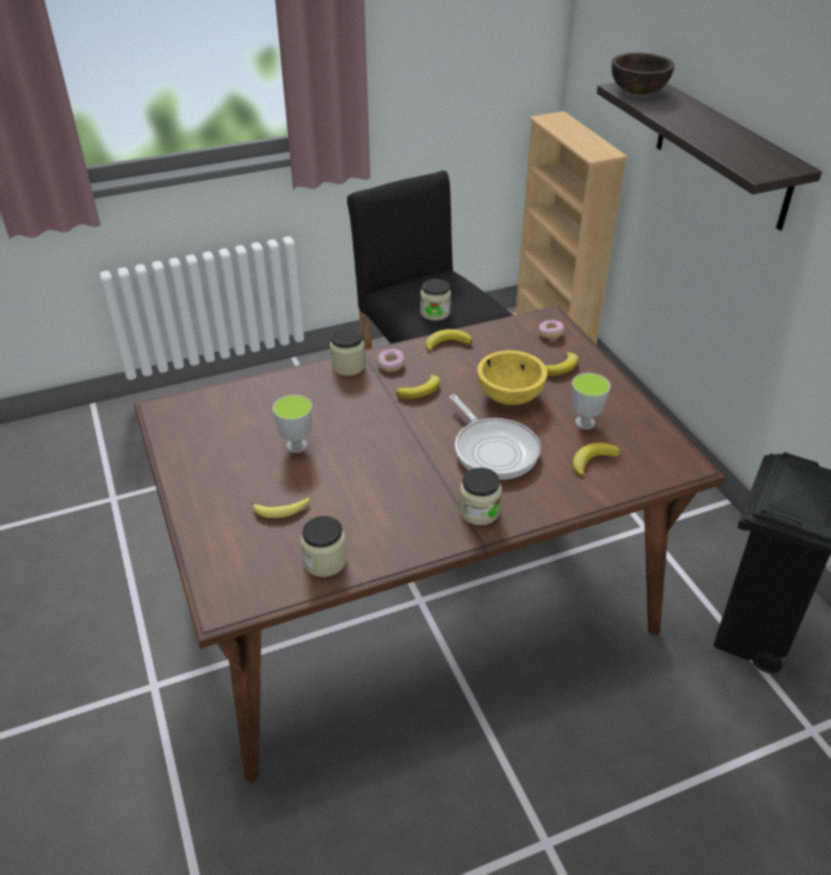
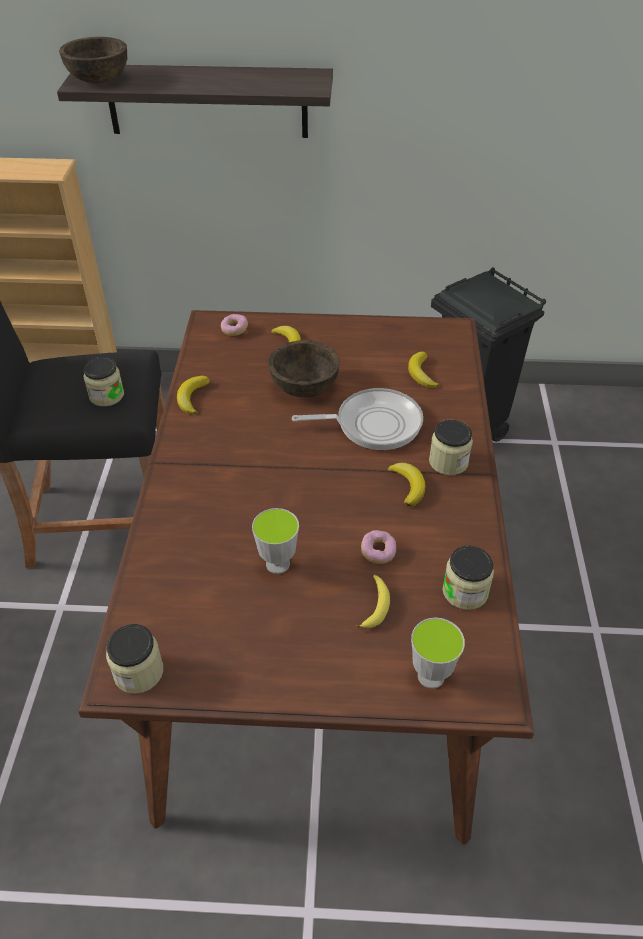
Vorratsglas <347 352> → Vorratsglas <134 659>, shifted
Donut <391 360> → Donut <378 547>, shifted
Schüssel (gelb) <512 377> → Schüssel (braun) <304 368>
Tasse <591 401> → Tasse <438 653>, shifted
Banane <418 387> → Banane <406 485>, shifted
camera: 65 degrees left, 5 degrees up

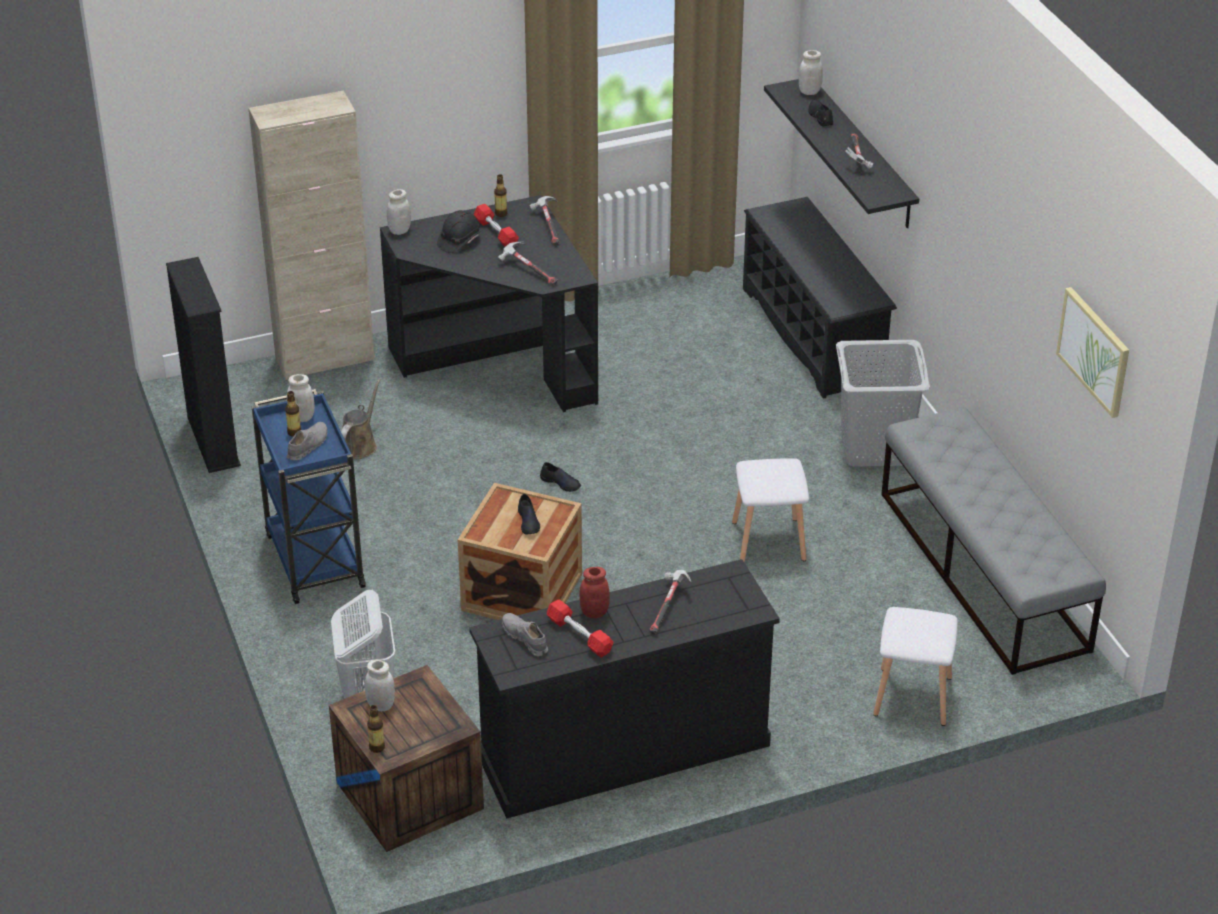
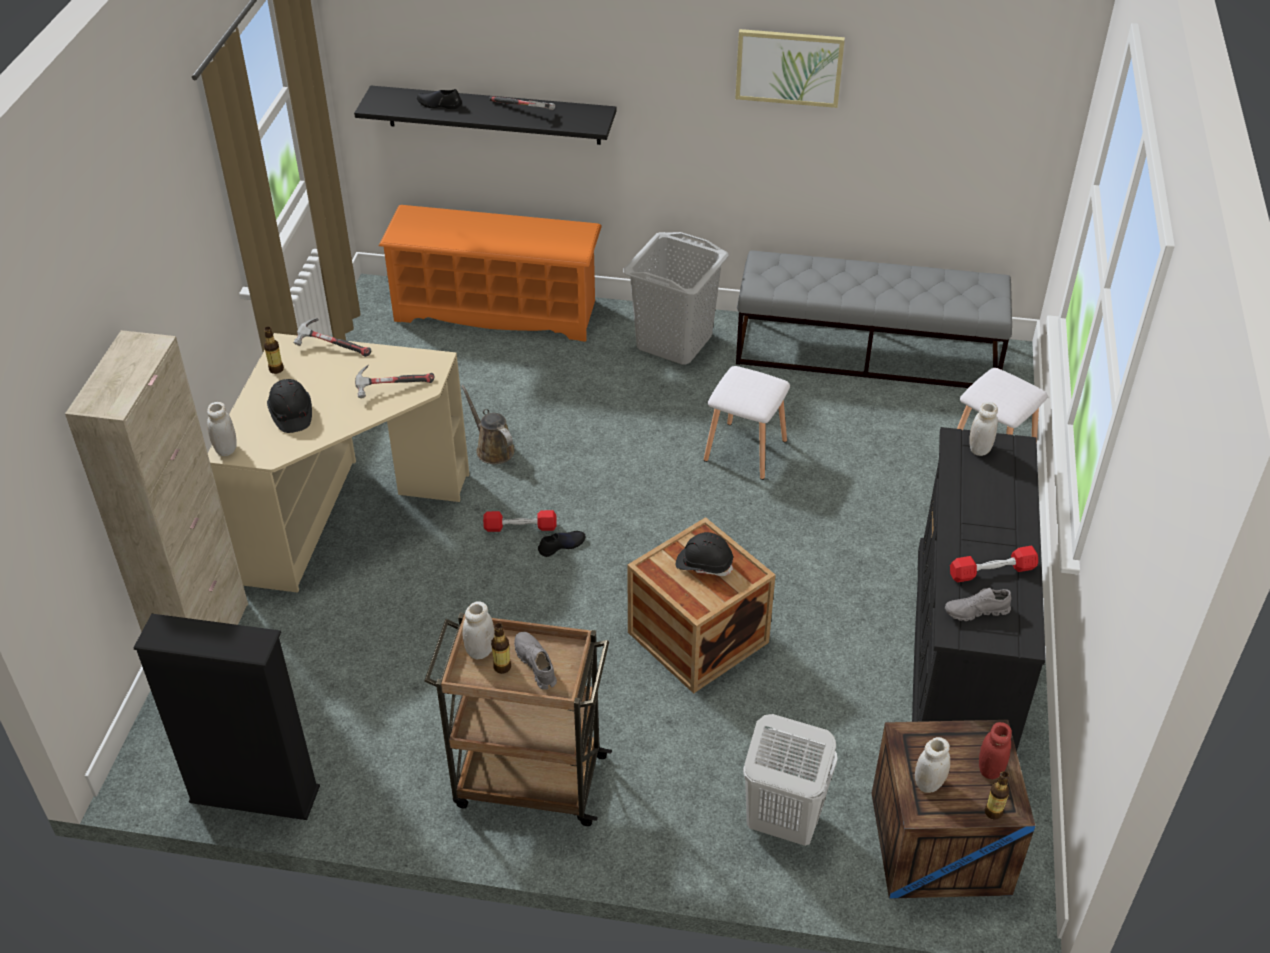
Vorratsglas (weiß) <811 72> → Vorratsglas (weiß) <983 429>, shifted
Schreibtisch (schwarz) <489 303> → Schreibtisch (beige) <339 463>
Schuhregal (schwarz) <820 298> → Schuhregal (orange) <490 273>
Hantel (rot) <496 225> → Hantel (rot) <520 521>, shifted
Bild <1092 352> → Bild <790 68>, shifted
Gießkanne (braun) <361 419> → Gießkanne (braun) <487 424>, shifted
Rollwagen (blau) <309 496> → Rollwagen (braun) <518 719>
Schuh (schwarz) <529 514> → Schutzhelm (schwarz) <704 554>
Vorratsglas (rot) <595 592> → Vorratsglas (rot) <995 750>, shifted
Hammer <670 602> → -
camera: 60 degrees left, 5 degrees up

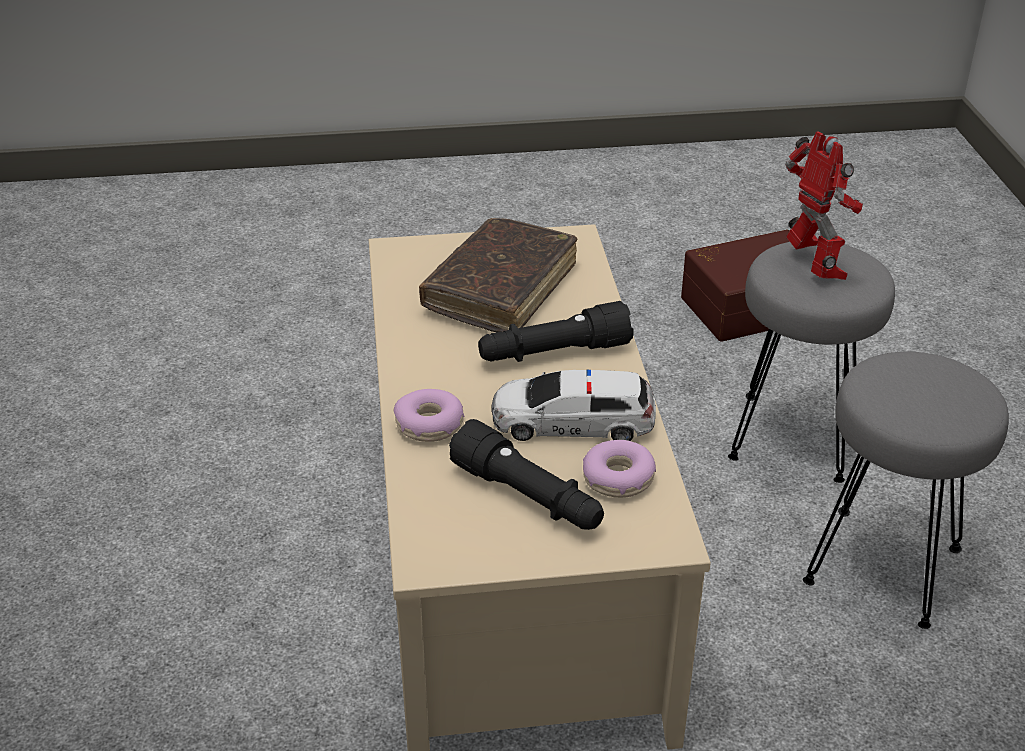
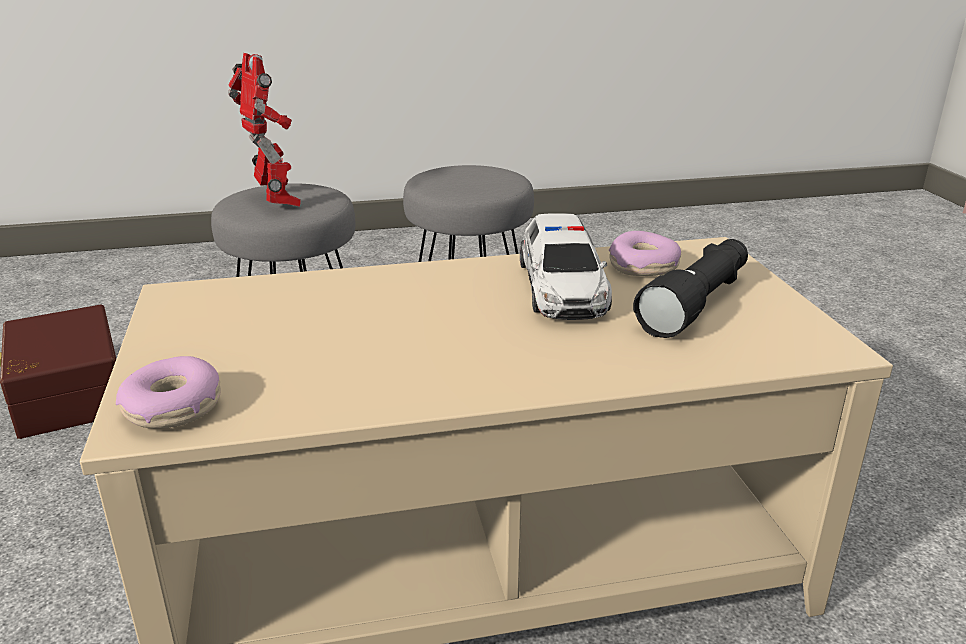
Spielzeugroboter <824 205> → Spielzeugroboter <264 130>, 90 degrees clockwise
Buch (braun) <498 275> → -
Taschenlampe (schwarz) <556 331> → -
Donut <429 415> → Donut <168 392>, shifted
camera: 95 degrees left, 10 degrees down

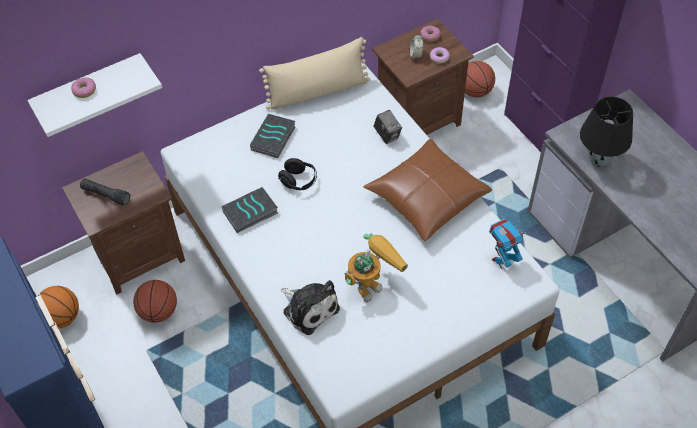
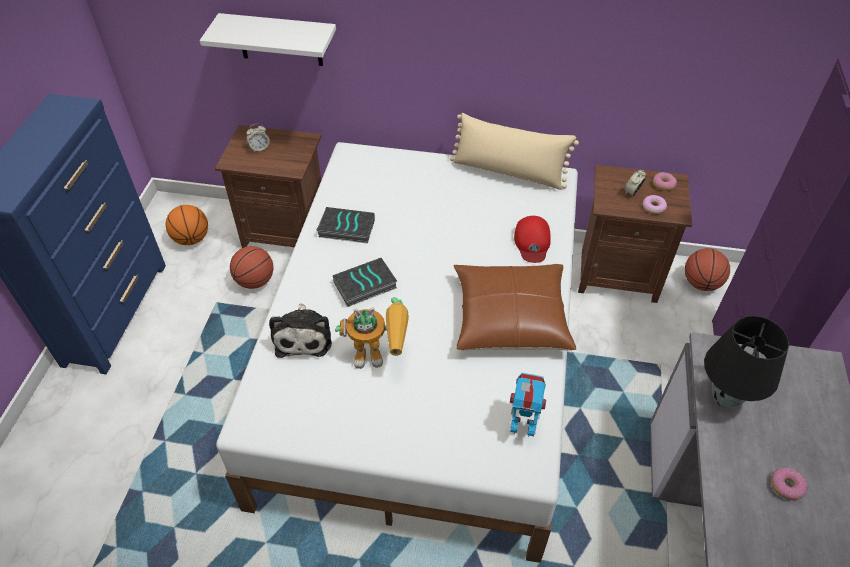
Donut <83 88> → Donut <789 483>, shifted
Kamera <388 127> → Kappe (rot) <532 239>
Buch <272 136> → Buch <365 282>, shifted
Kopfhörer (schwarz) <297 174> → -
Taschenlampe (schwarz) <105 192> → Wecker <258 138>
camera: 40 degrees right, 5 degrees down

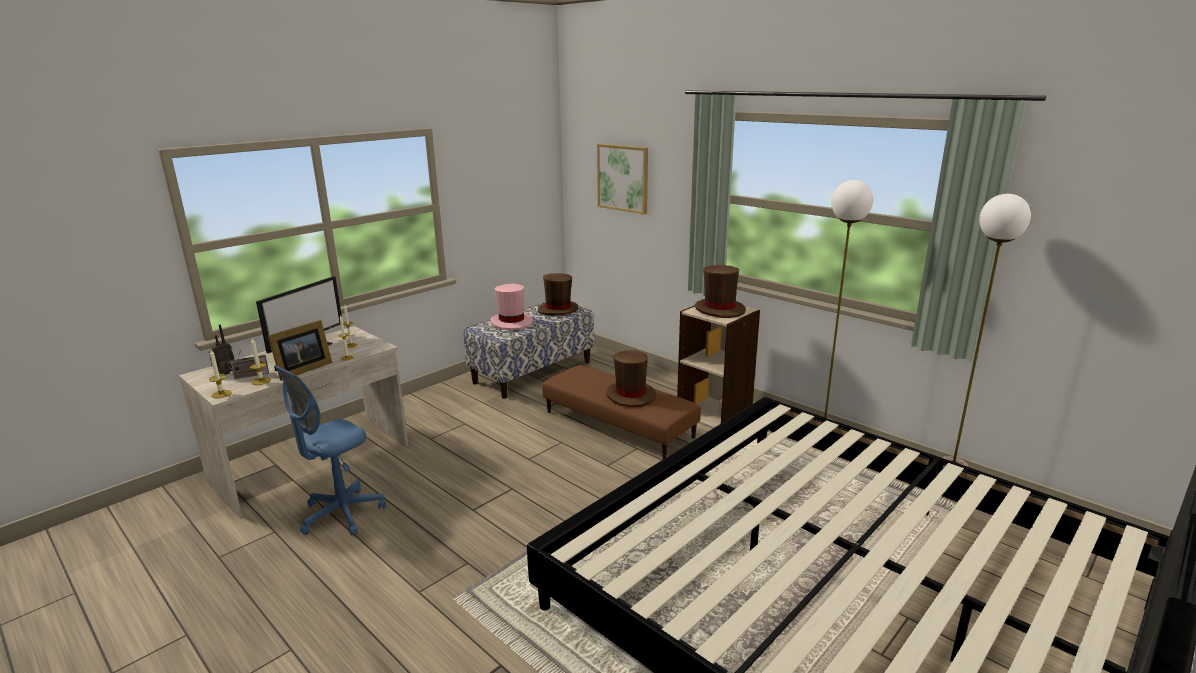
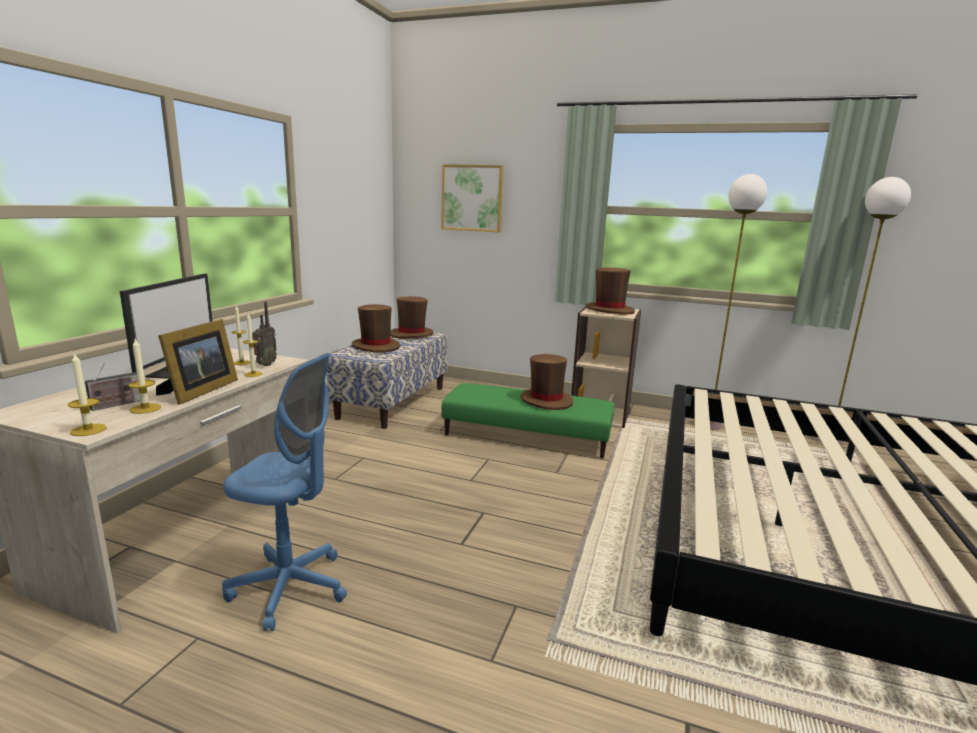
Hut (rosa) <511 307> → Hut (braun) <376 328>
Radio <221 349> → Radio <264 334>, shifted
Bürostuhl (blau) <330 450> → Bürostuhl (blau) <284 492>, 90 degrees counterclockwise
Polsterhocker (braun) <621 412> → Polsterhocker (grün) <527 421>
camera: 25 degrees left, 5 degrees down

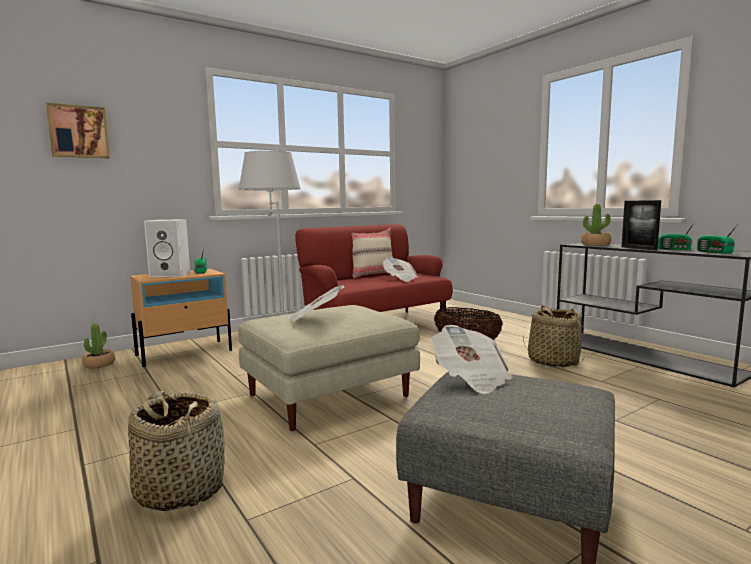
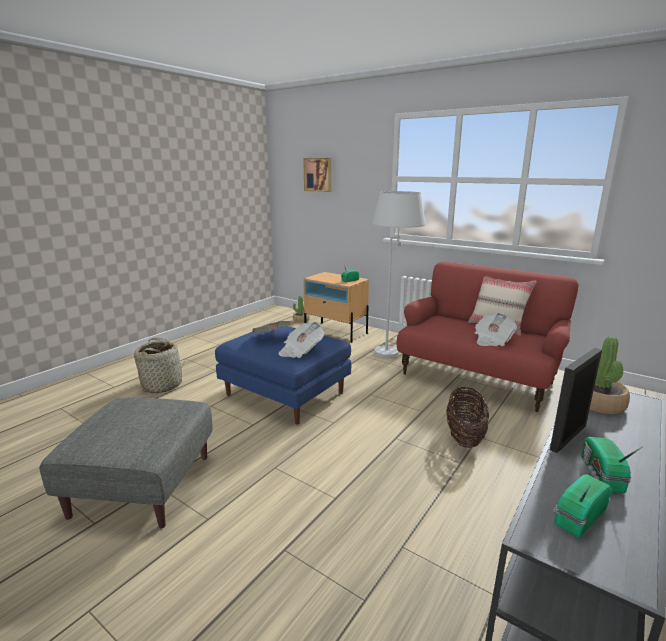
Lautsprecher (weiß) <167 248> → -
Polsterhocker (beige) <329 368> → Polsterhocker (blau) <283 375>
Korb <553 336> → -
Zeitung <472 359> → Zeitung <301 340>, shifted
camera: 70 degrees right, 10 degrees up

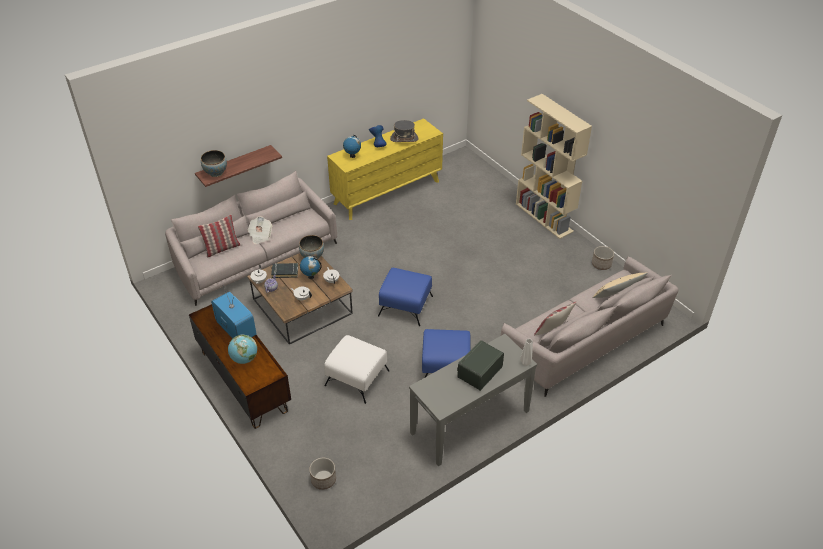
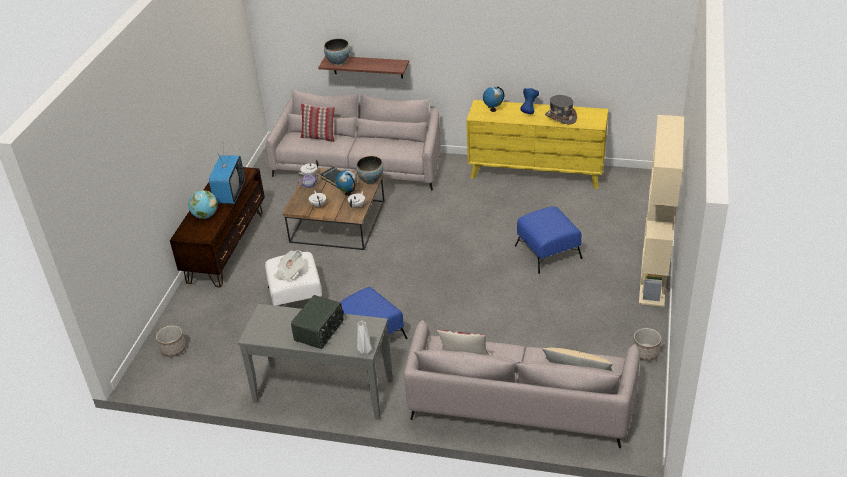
Zeitung <259 230> → Zeitung <289 266>, shifted
Polsterhocker (blau) <405 297> → Polsterhocker (blau) <548 240>, shifted
Radio <480 365> → Radio <317 322>, 120 degrees clockwise
camera: 50 degrees right, 5 degrees down

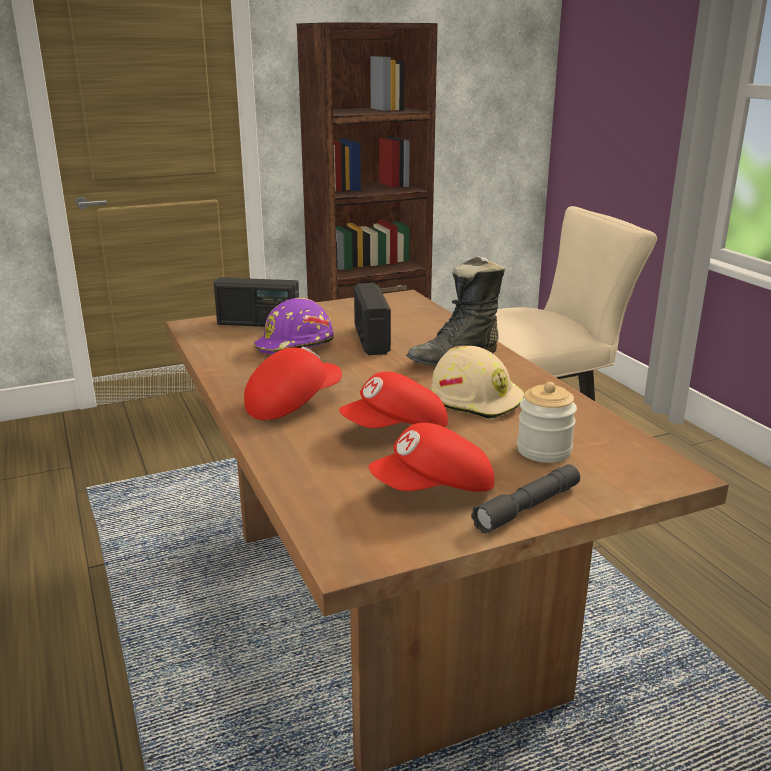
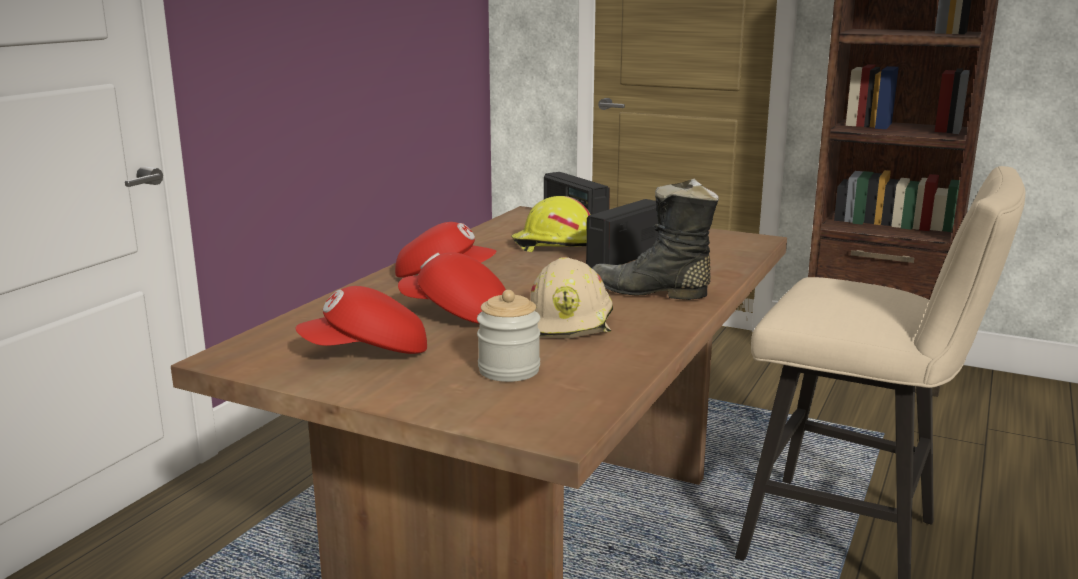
Schutzhelm (lila) <294 326> → Schutzhelm (gelb) <550 224>
Kappe (rot) <431 457> → Kappe (rot) <361 320>, 45 degrees counterclockwise
Taschenlampe (grau) <525 498> → -
camera: 50 degrees right, 5 degrees down

